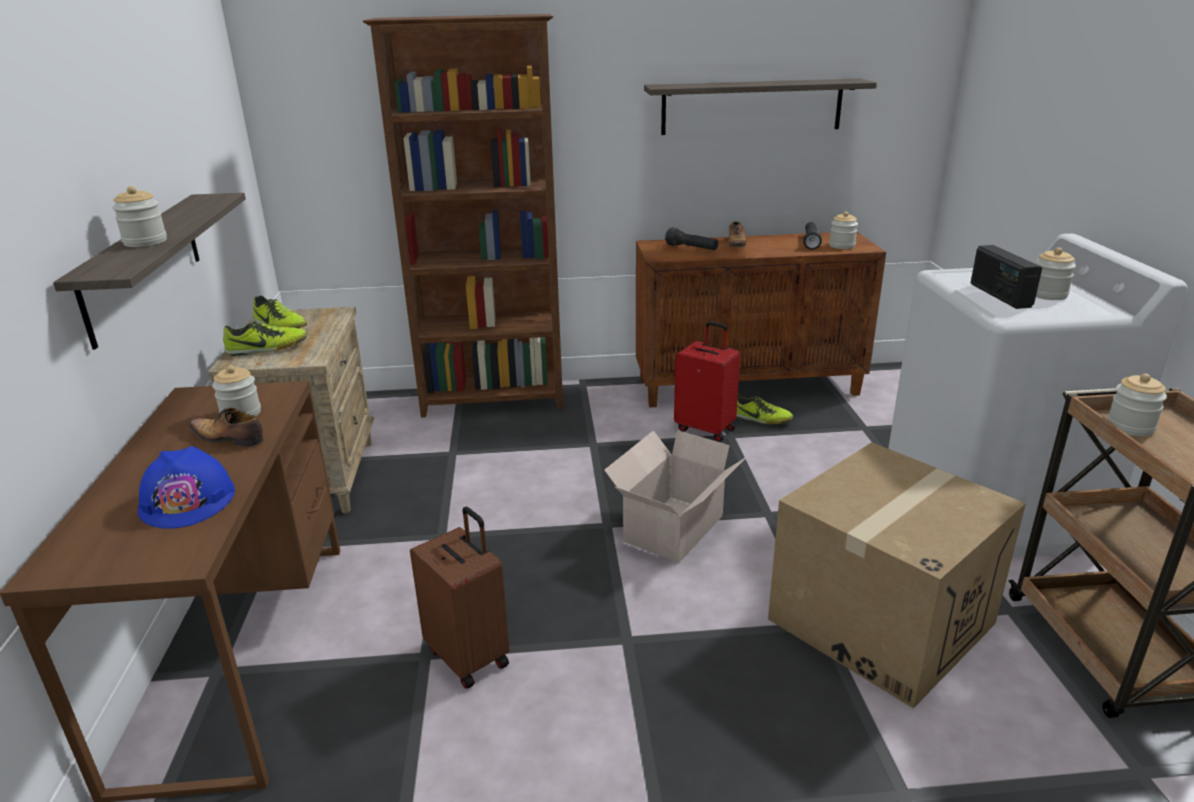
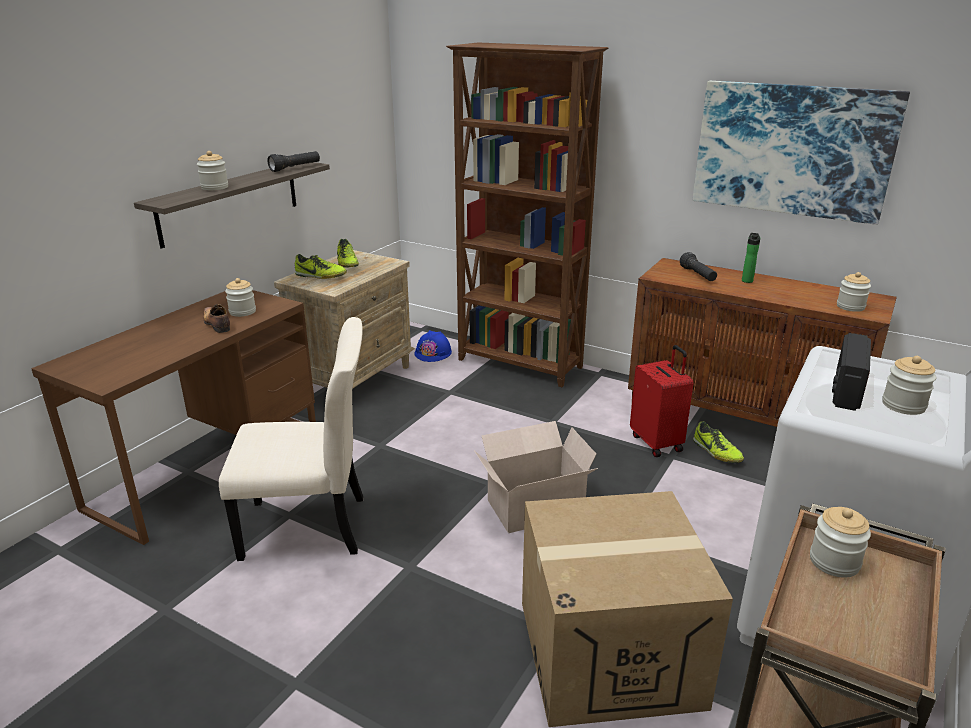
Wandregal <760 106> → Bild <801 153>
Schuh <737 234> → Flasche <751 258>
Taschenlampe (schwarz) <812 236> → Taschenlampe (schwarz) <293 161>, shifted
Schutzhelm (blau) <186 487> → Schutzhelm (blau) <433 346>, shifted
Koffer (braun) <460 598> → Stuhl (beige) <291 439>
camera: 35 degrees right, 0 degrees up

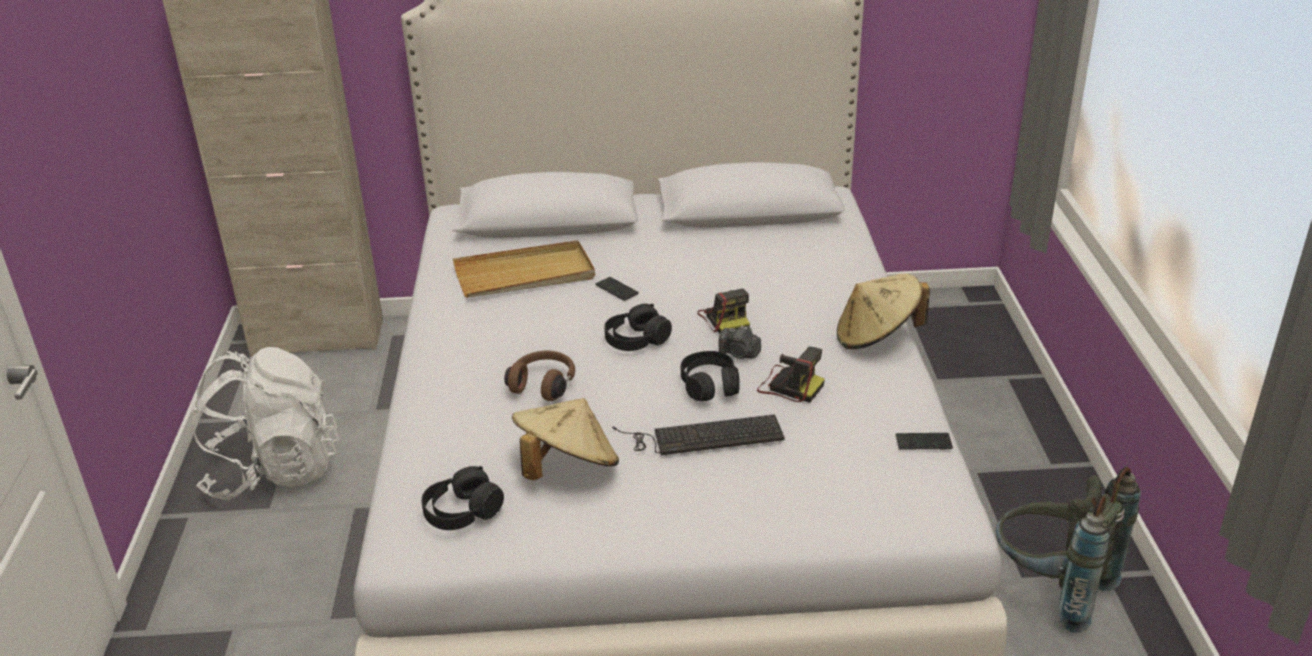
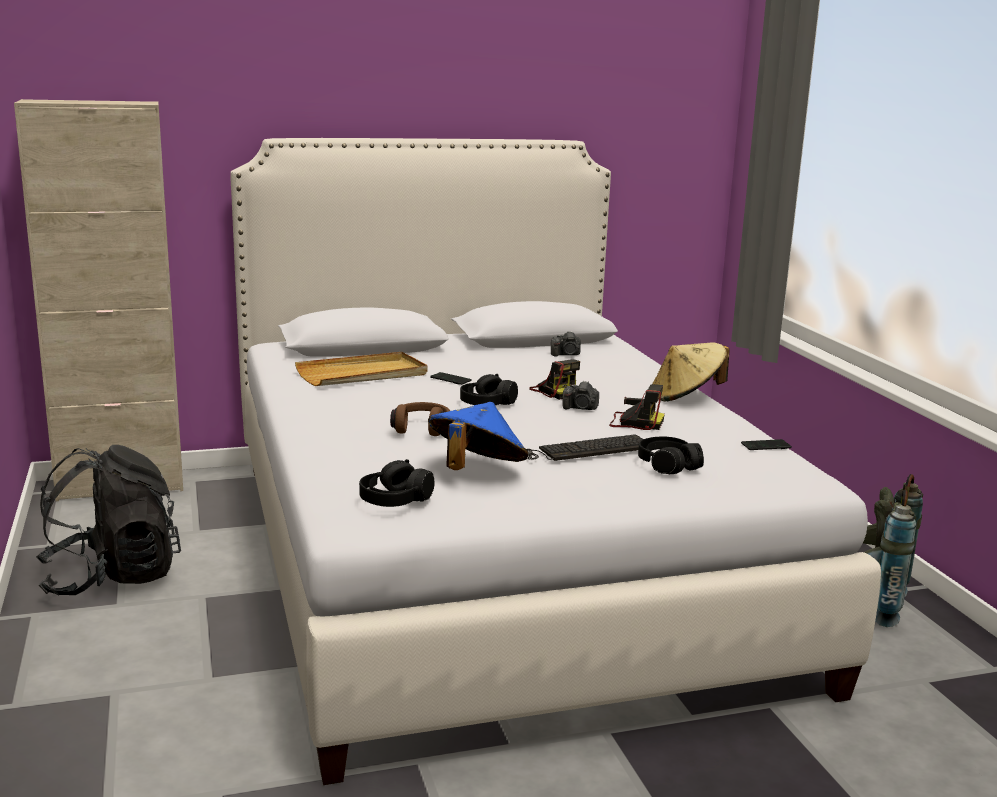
Rucksack (weiß) <265 423> → Rucksack (schwarz) <108 520>
Kopfhörer (schwarz) <710 376> → Kopfhörer (schwarz) <671 455>, shifted
Hut (beige) <565 439> → Hut (blau) <478 436>
- → Kamera <566 344>
camera: 15 degrees left, 15 degrees down

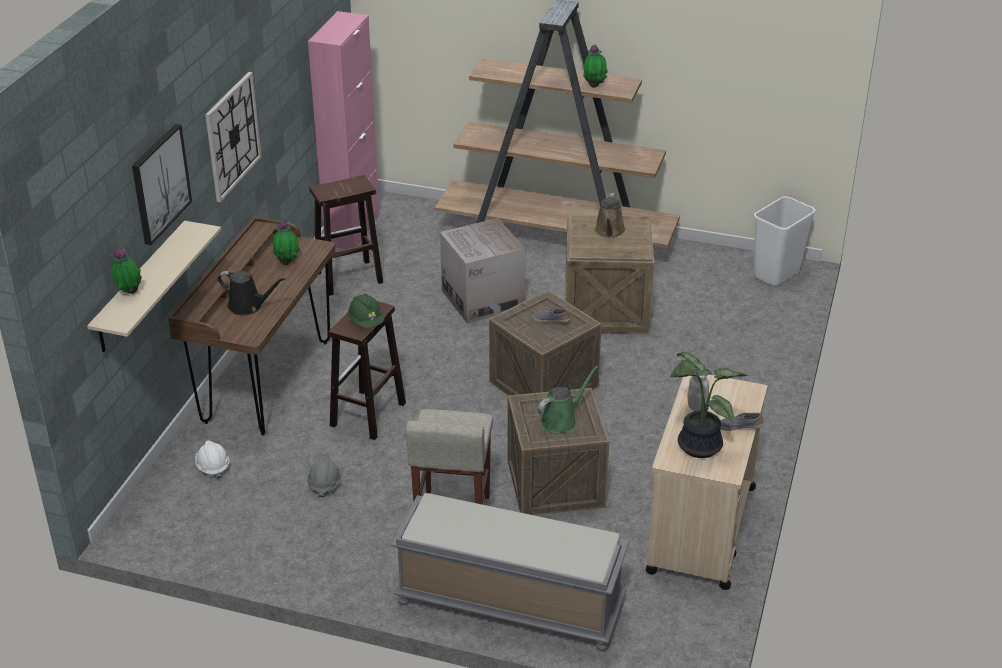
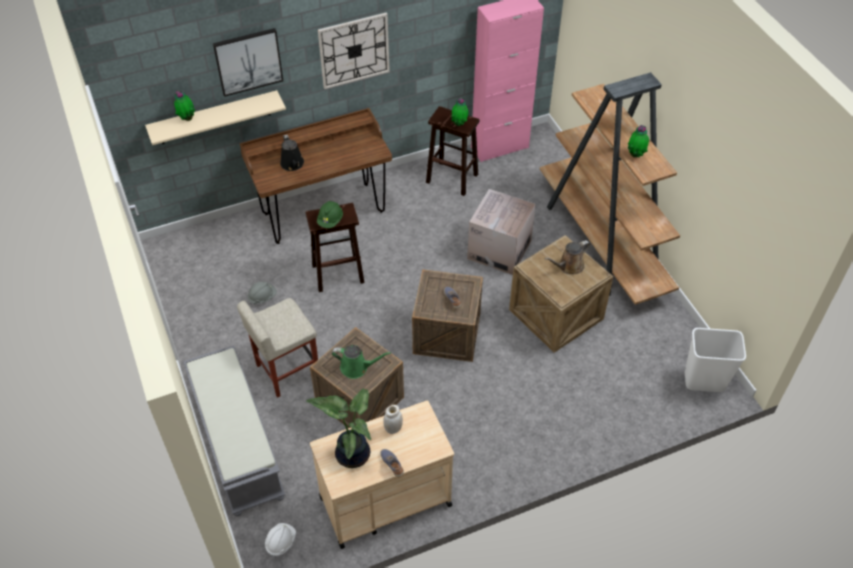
Topfpflanze <286 243> → Topfpflanze <459 111>, shifted
Schutzhelm (weiß) <212 459> → Schutzhelm (weiß) <280 540>, shifted
camera: 50 degrees right, 15 degrees up

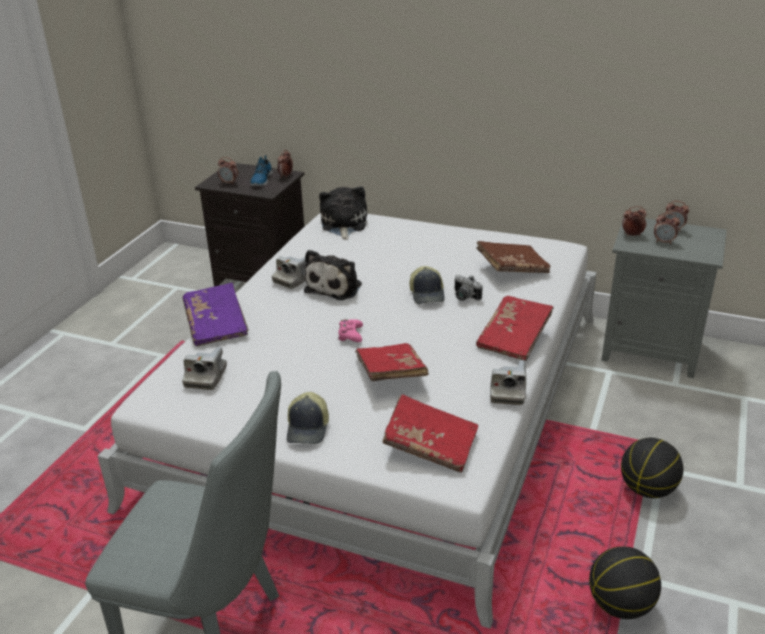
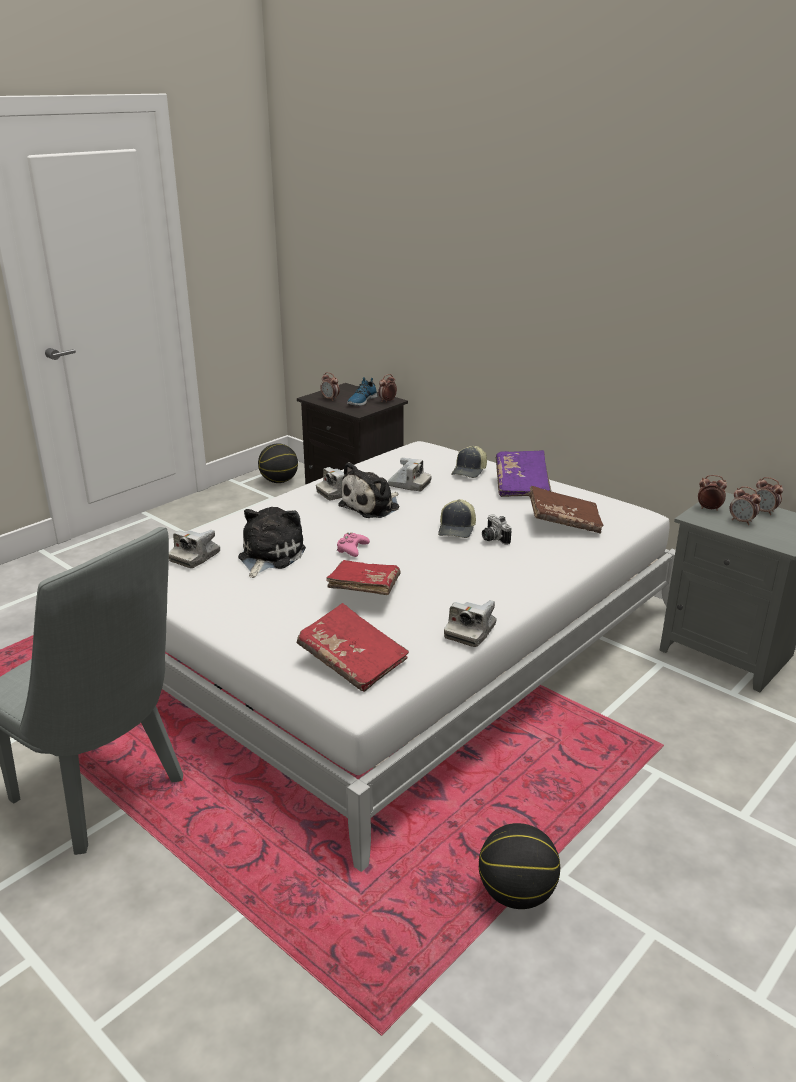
Plüschtier <343 213> → Plüschtier <272 542>, shifted
Buch (lila) <215 315> → Buch (lila) <523 473>, shifted
Buch (rot) <515 328> → -
Kappe <308 418> → Kappe <469 462>, shifted
Basketball <652 468> → Basketball <278 463>, shifted
- → Kamera <410 474>
camera: 20 degrees right, 5 degrees down

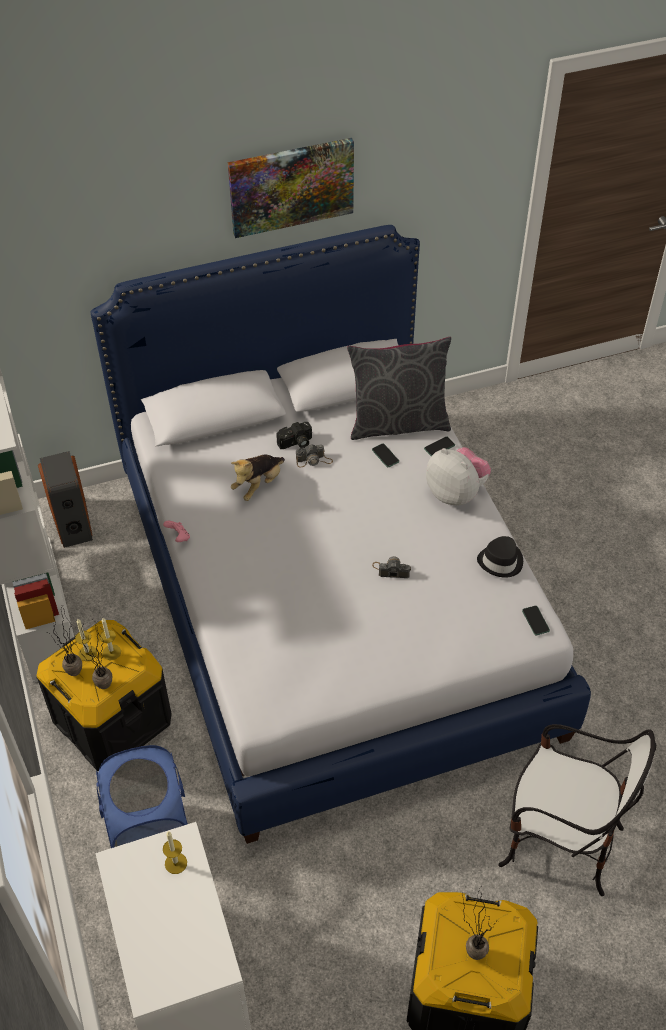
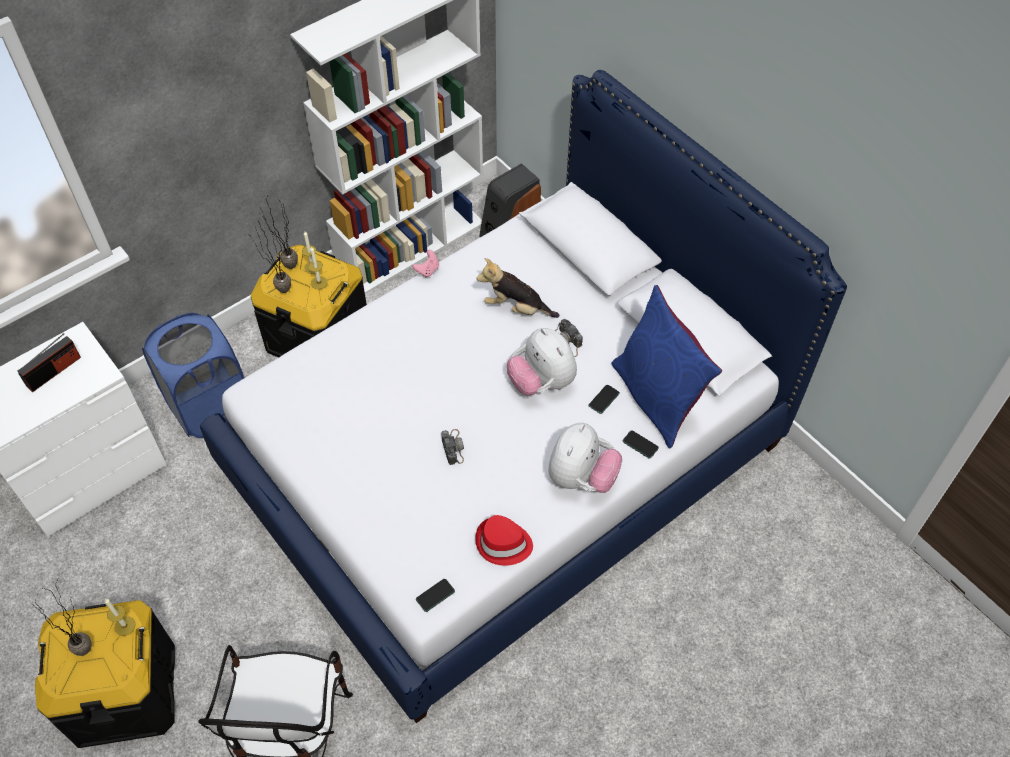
Bild <291 188> → -
Kissen (grau) <399 388> → Kissen (blau) <666 366>
Kamera <294 435> → -
Hut (schwarz) <500 557> → Hut (rot) <504 540>
Kerze <175 852> → Kerze <120 617>, shifted
- → Plüschtier <542 361>
- → Radio <49 363>
camera: 70 degrees right, 5 degrees up

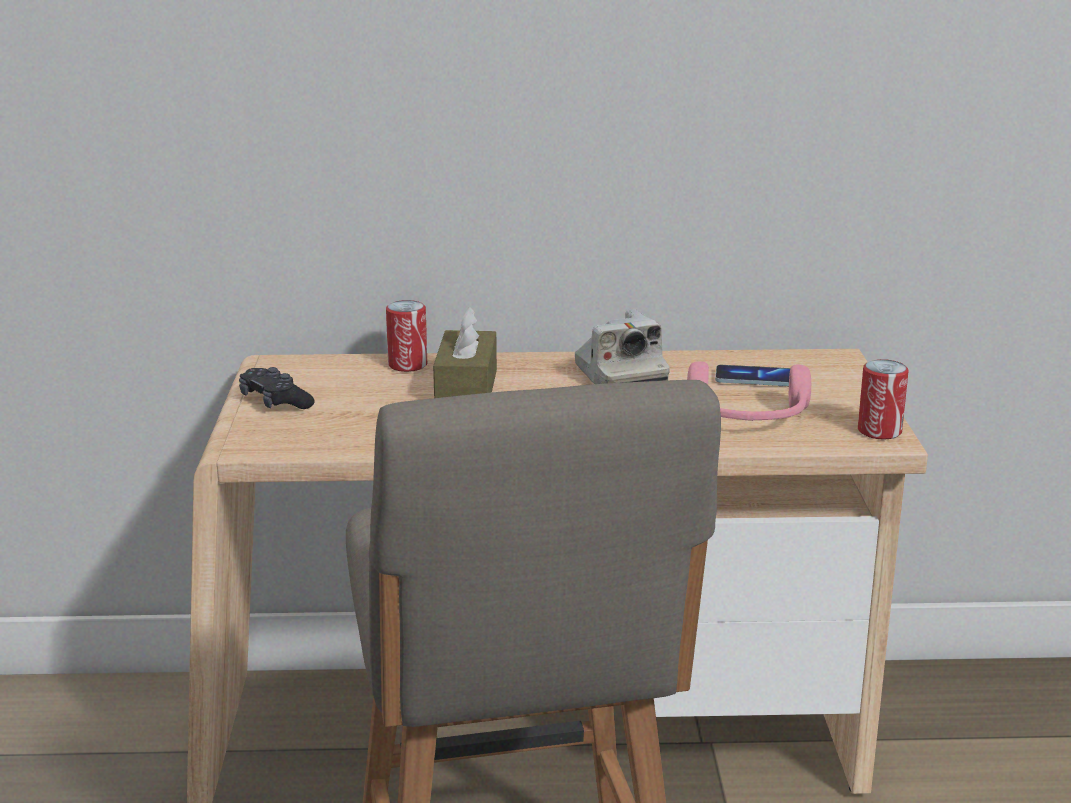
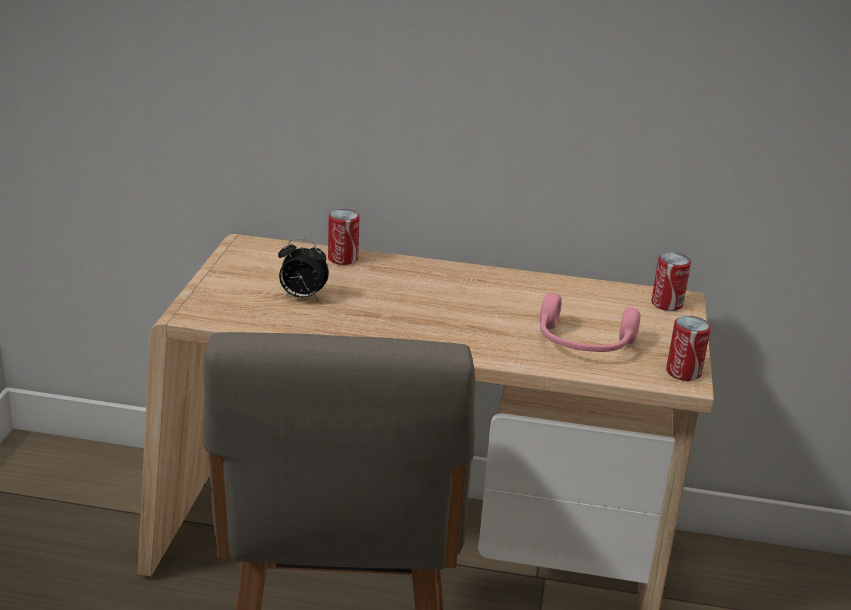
Taschentuchbox (braun) <465 352> → -
Kamera <622 346> → -
Handy <752 376> → -
Gamepad (schwarz) <276 388> → -
- → Wecker <303 269>
- → Dose <671 282>
camera: 10 degrees right, 5 degrees up

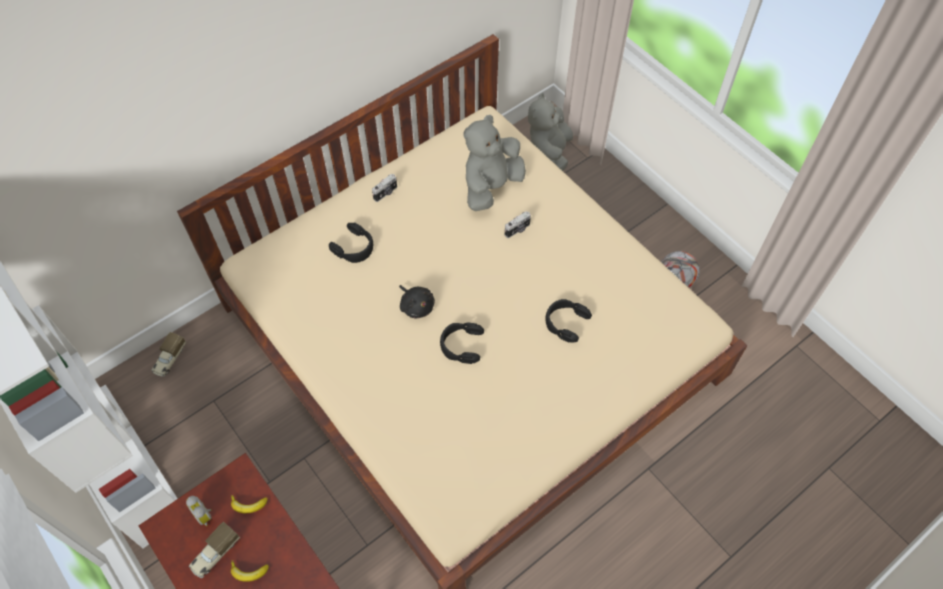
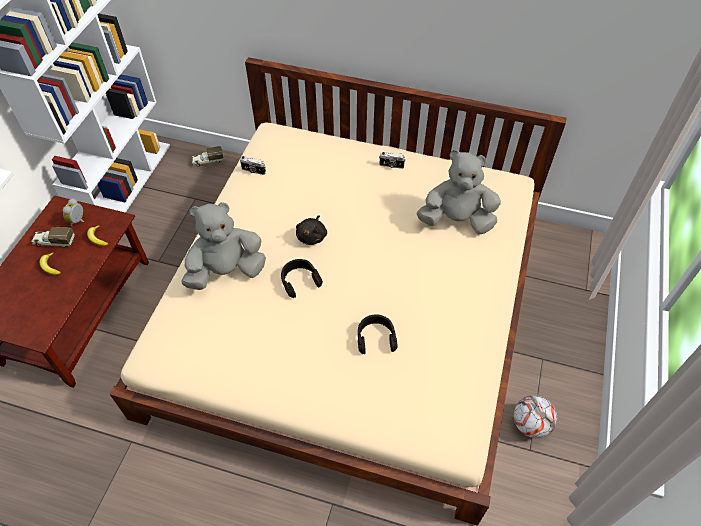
Plüschtier (grau) <550 132> → Plüschtier (grau) <223 246>, shifted
Kamera <518 224> → Kamera <253 165>, shifted
Kopfhörer (schwarz) <351 242> → -
camera: 55 degrees right, 5 degrees down

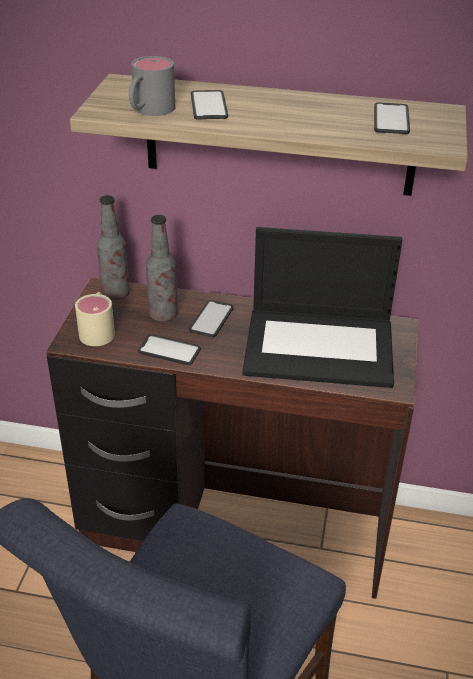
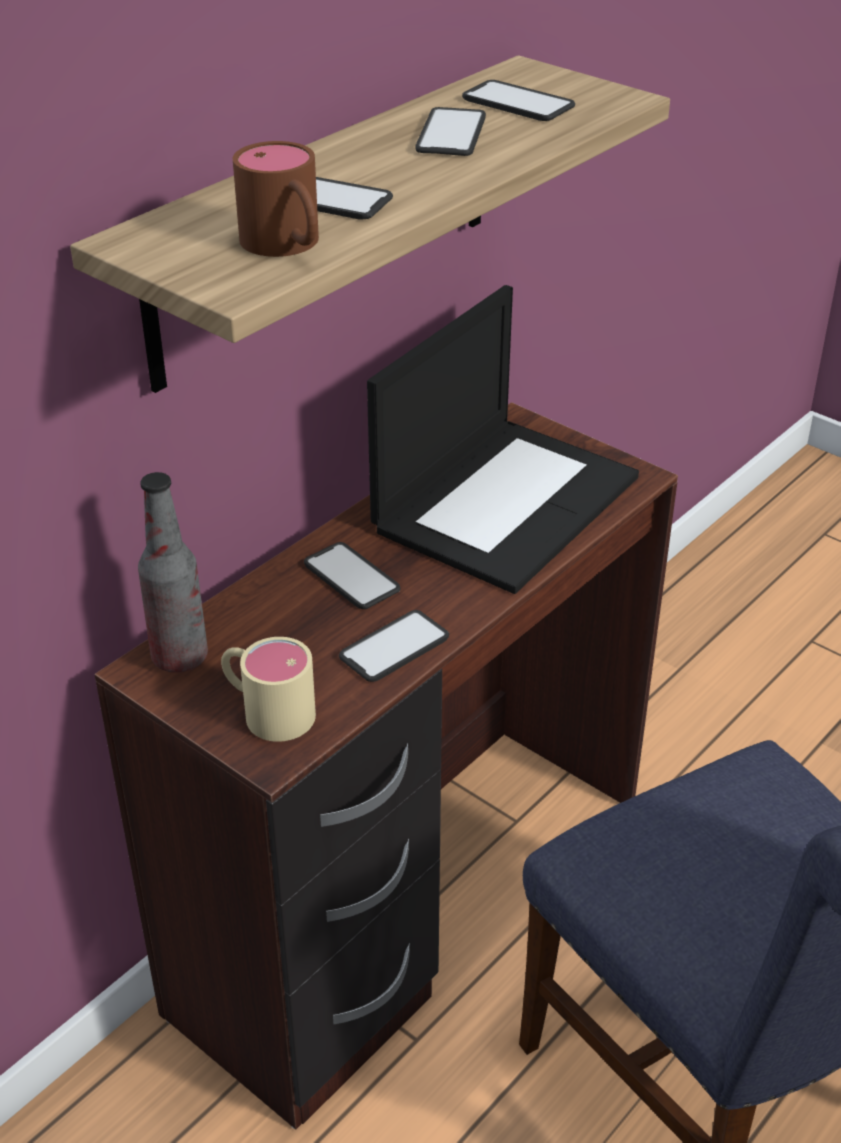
Henkelbecher (grau) <152 86> → Henkelbecher (braun) <276 199>
Flasche <162 268> → -
- → Handy <450 131>
camera: 60 degrees left, 0 degrees up

